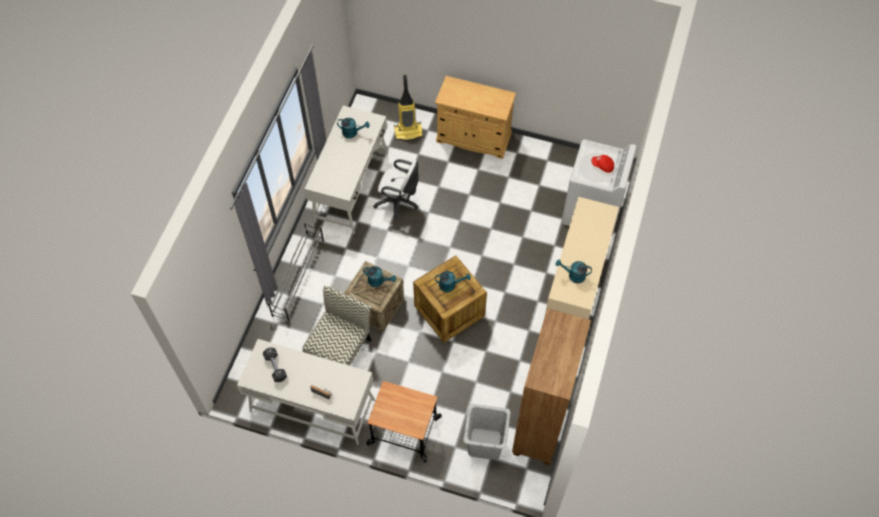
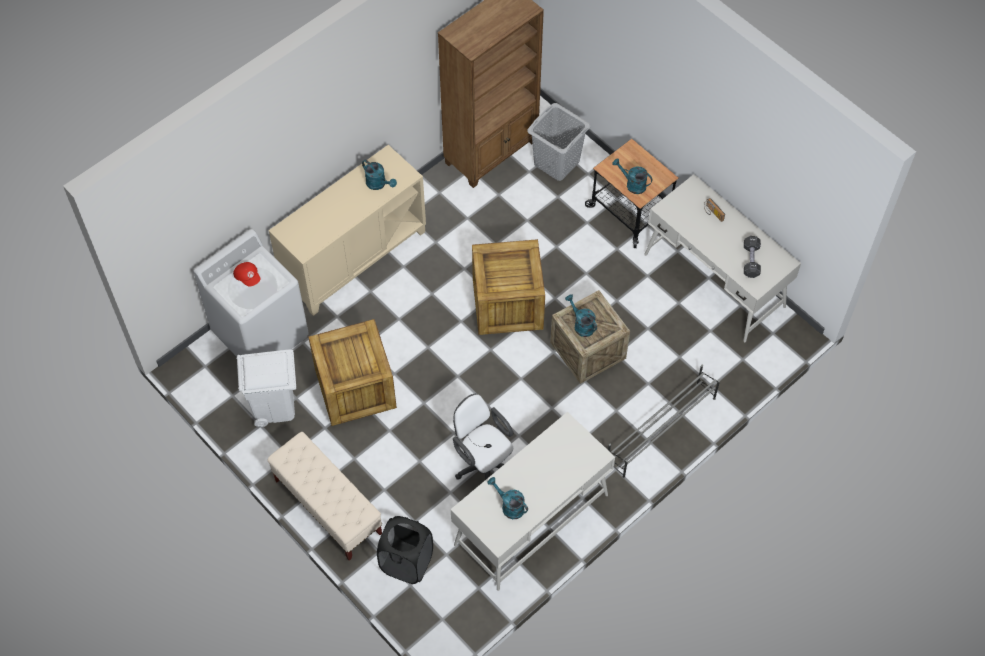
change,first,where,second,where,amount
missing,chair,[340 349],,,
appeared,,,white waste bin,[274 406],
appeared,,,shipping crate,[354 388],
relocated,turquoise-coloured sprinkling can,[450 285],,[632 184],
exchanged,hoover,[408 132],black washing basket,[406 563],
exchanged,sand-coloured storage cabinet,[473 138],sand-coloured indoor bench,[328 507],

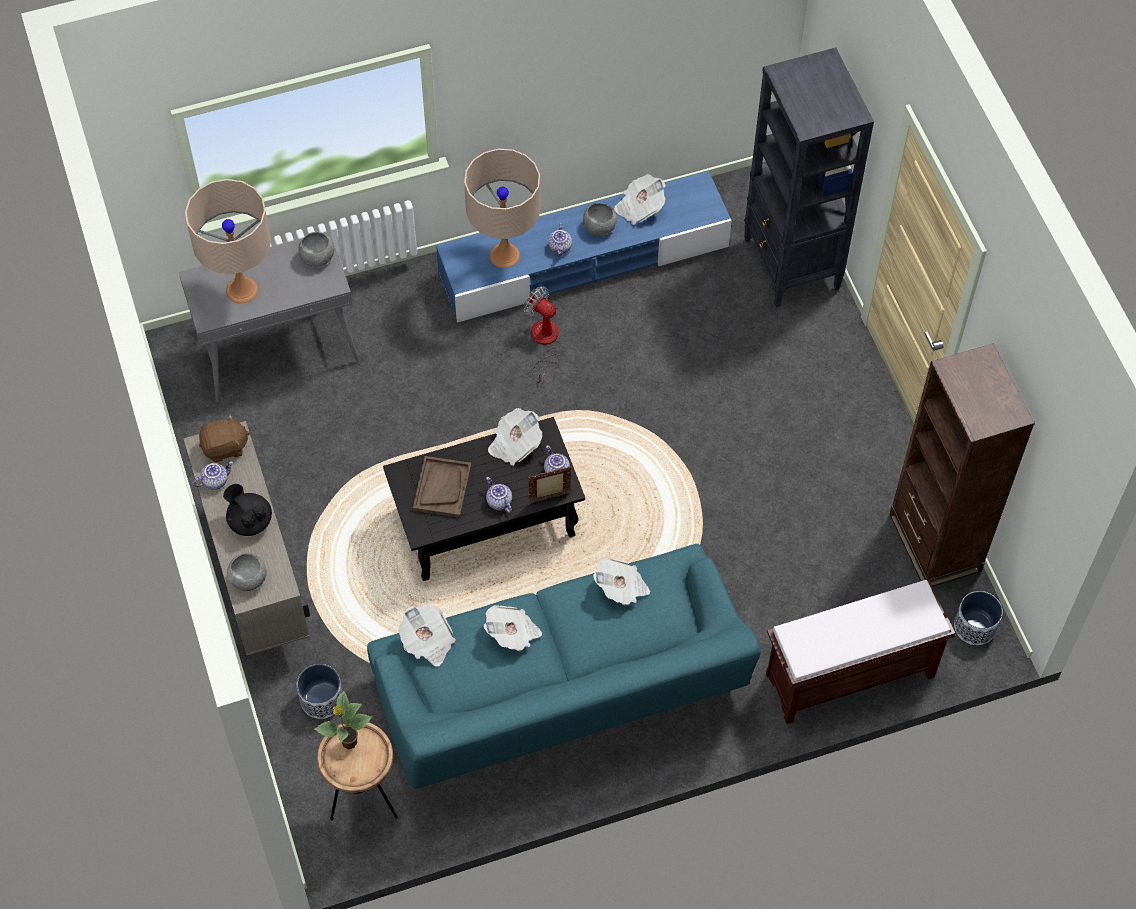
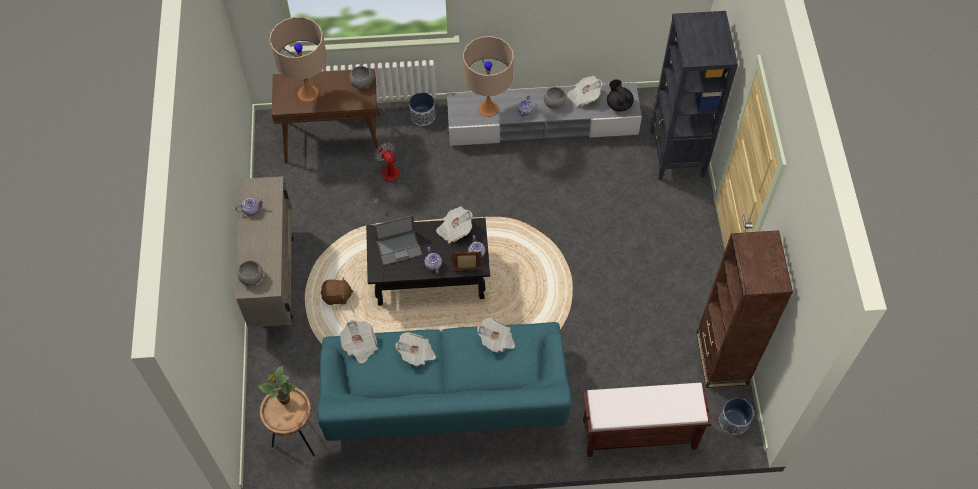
change,first,where,second,where,amount
relocated,brown-coloured soft toy,[225 447],,[337 296],
relocated,black teapot,[250 521],,[619 104],
relocated,plant pot,[321 699],,[422 116],
relocated,cooling fan,[544 342],,[388 179],
exchanged,brown-coloured carrying tray,[442 487],notebook computer,[399 247],
colour,greyish console table,[278 349],brown-coloured console table,[333 138],
colour,bluish media console,[584 260],greyish media console,[542 124],

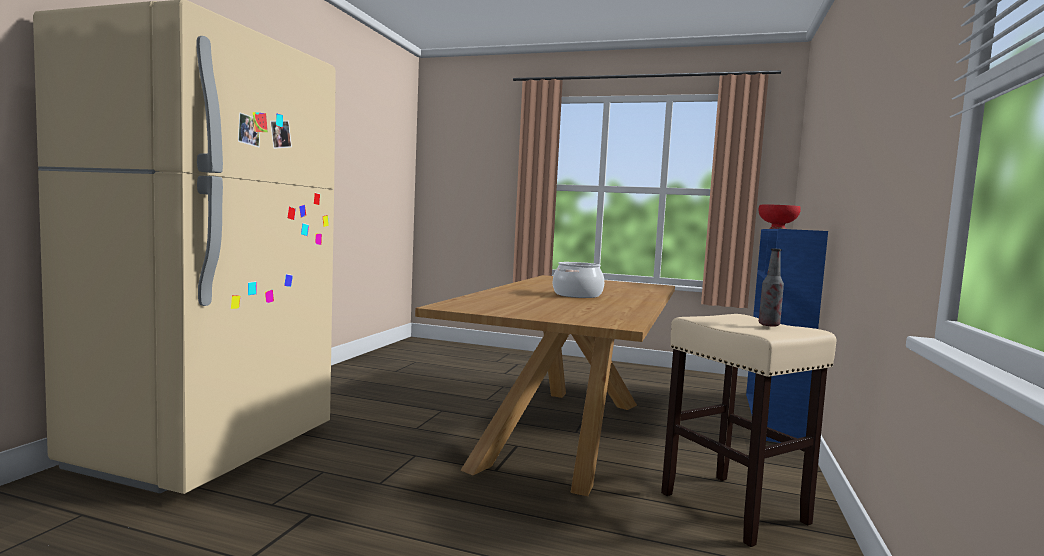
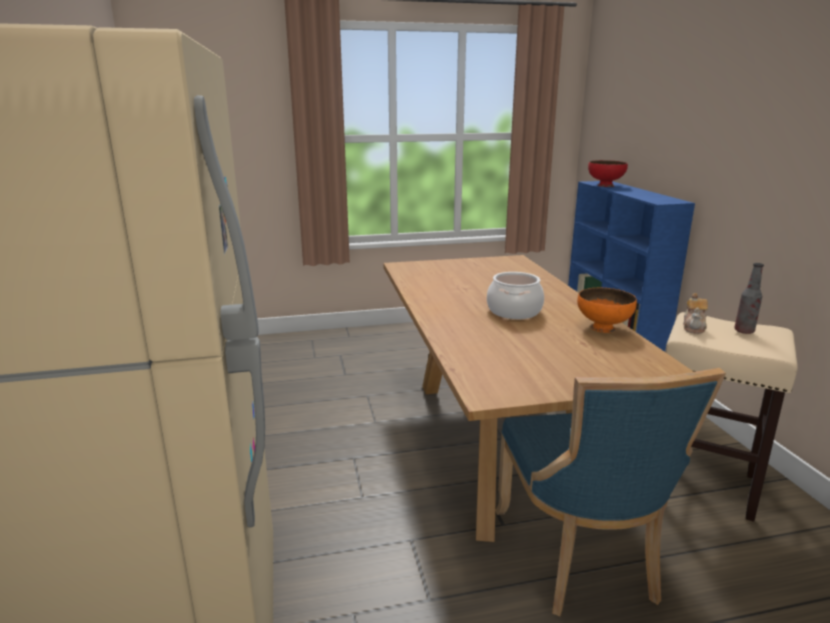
change,first,where,second,where,amount
appeared,,,bluish chair,[580 557],
appeared,,,orangey bowl,[603 328],
appeared,,,teapot,[694 327],

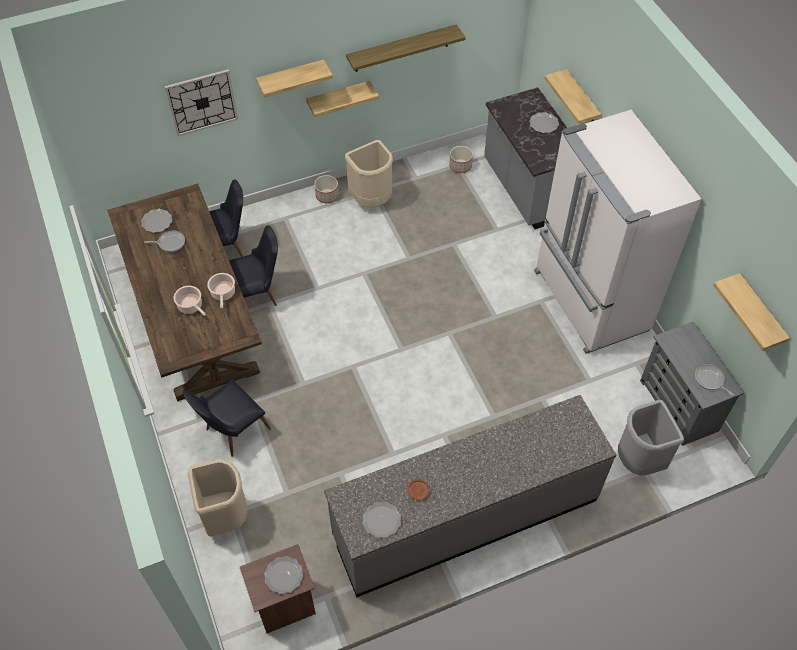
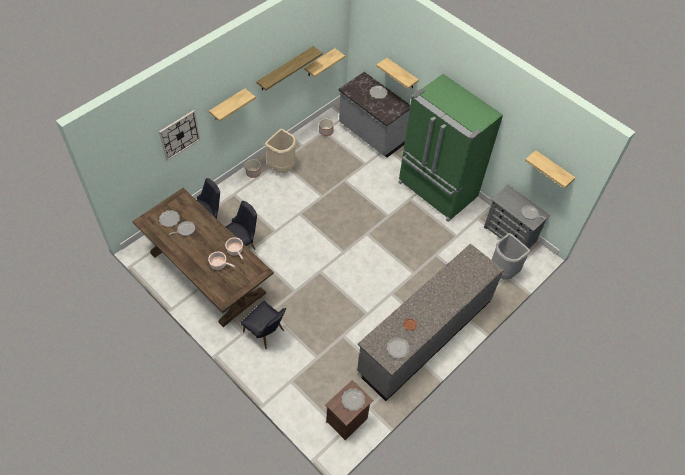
change,first,where,second,where,amount
missing,sand-coloured waste bin,[225 517],,,
relocated,wall shelf,[338 98],,[319 63],
colour,white kitchen fridge,[589 301],greenish kitchen fridge,[436 191],
spun,black chair,[232 431],,[266 333],75 degrees counterclockwise

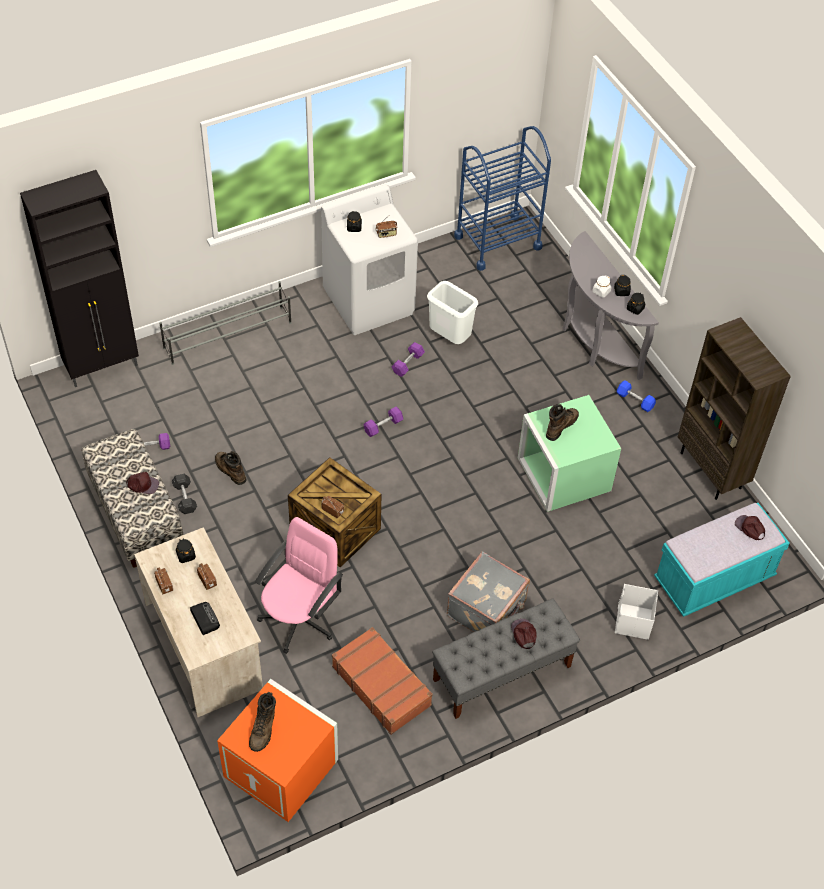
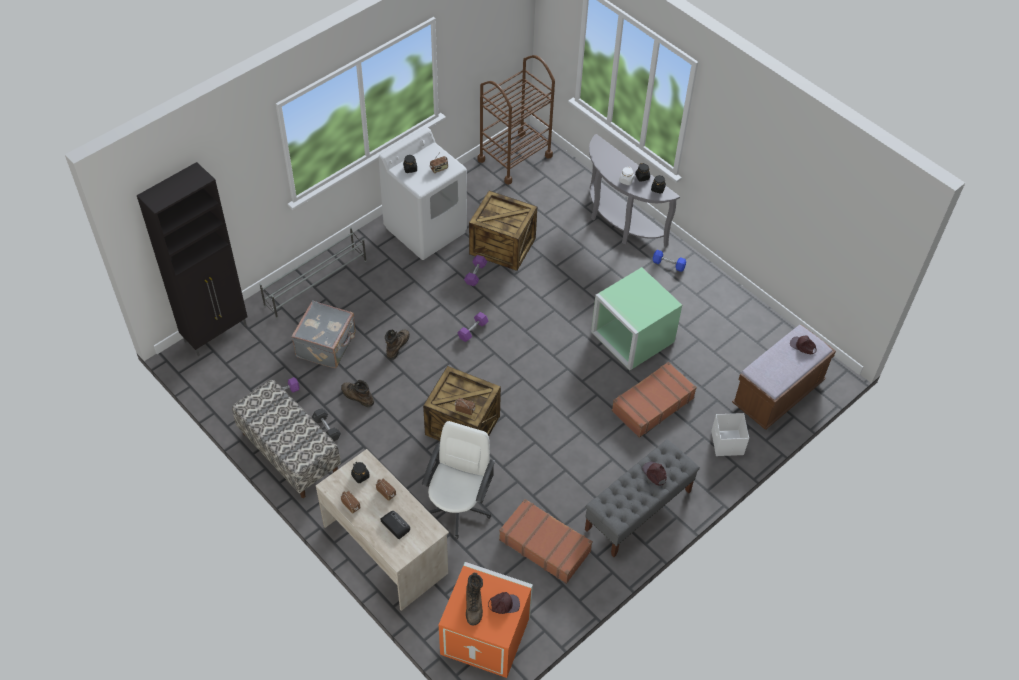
change,first,where,second,where,amount
missing,brown-coloured bookcase,[711 470],,,
appeared,,,brown-coloured suitcase,[652 404],
relocated,brown-coloured cap,[142 484],,[504 604],
relocated,greyish suitcase,[487 609],,[327 345],
relocated,brown-coloured tall boot,[561 426],,[397 346],
exchanged,white waste bin,[450 338],shipping crate,[503 245],
colour,pink-coloured computer chair,[299 619],white computer chair,[458 507],
colour,bluish cart,[497 242],brown-coloured cart,[514 158],
colour,turquoise-coloured indoor bench,[713 579],brown-coloured indoor bench,[777 394],

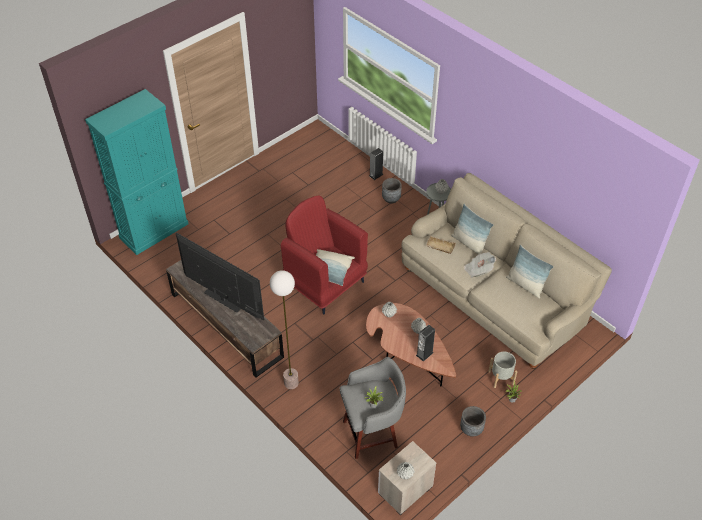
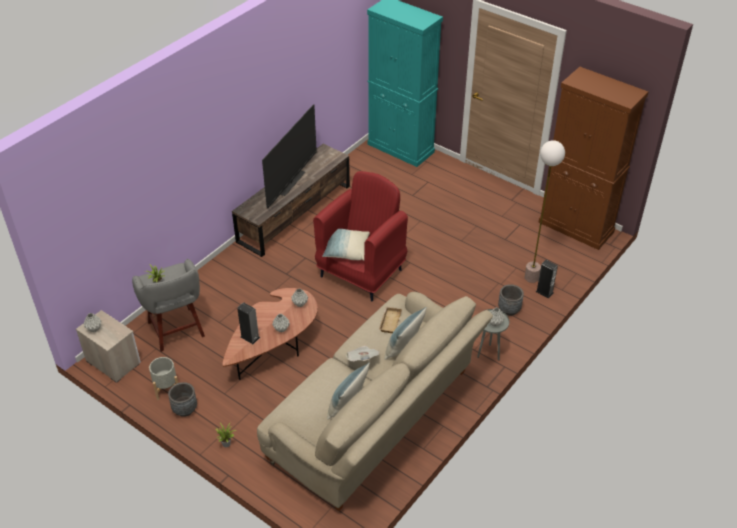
change,first,where,second,where,amount
appeared,,,brown-coloured storage cabinet,[576 227],
relocated,standard lamp,[291 383],,[531 277],
relocated,greyish plant pot,[501 377],,[166 388],

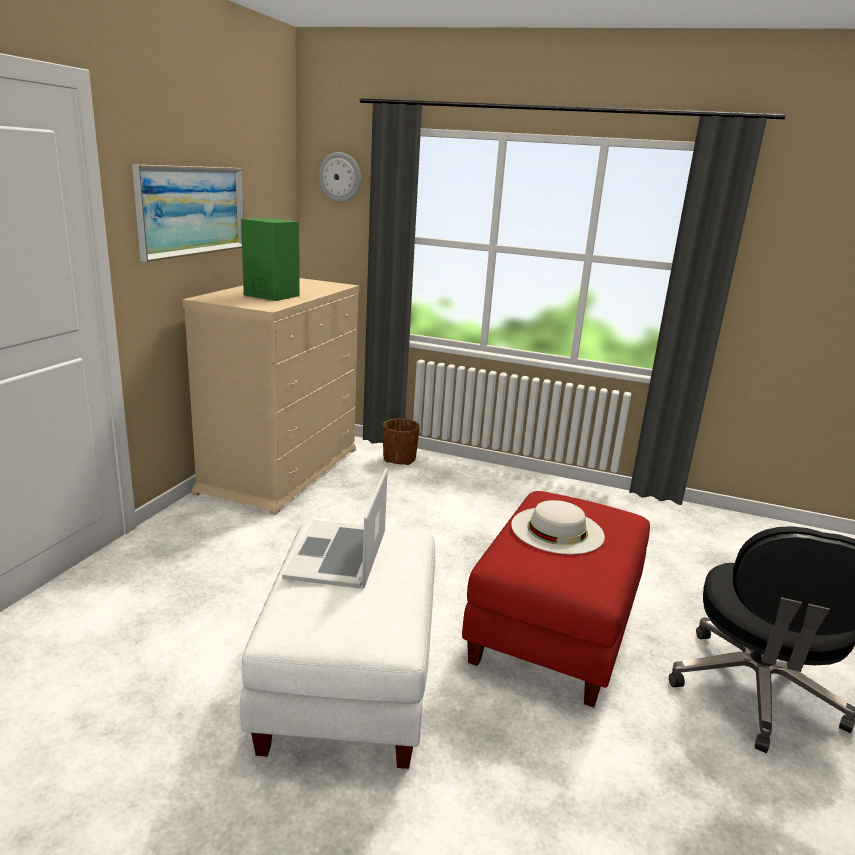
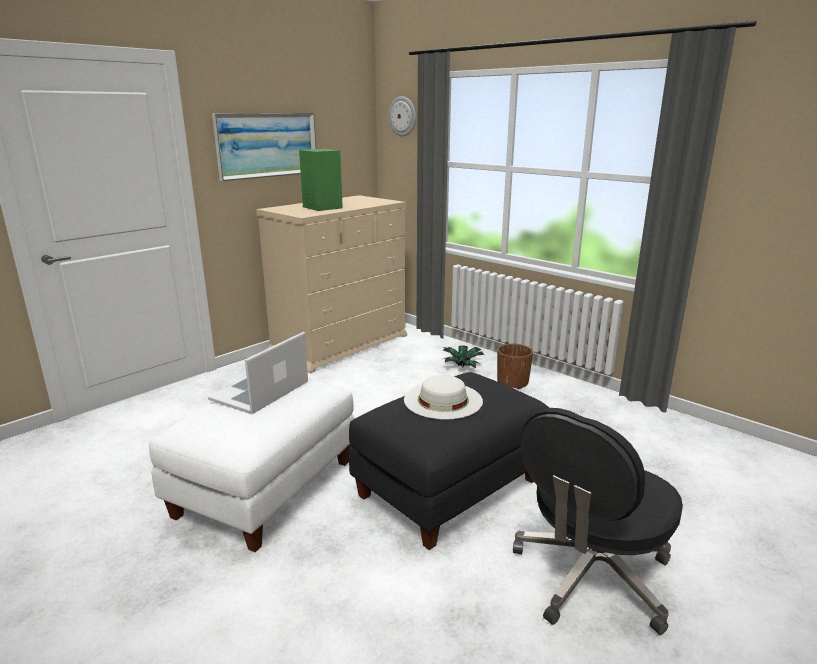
change,first,where,second,where,amount
appeared,,,potted plant,[462 366],
relocated,brown-coloured plant pot,[399 459],,[513 382],
colour,reddish footrest,[553 628],black footrest,[449 486],

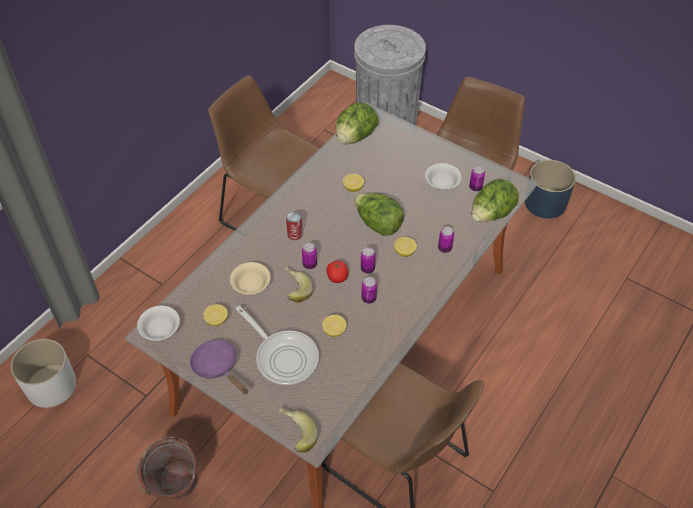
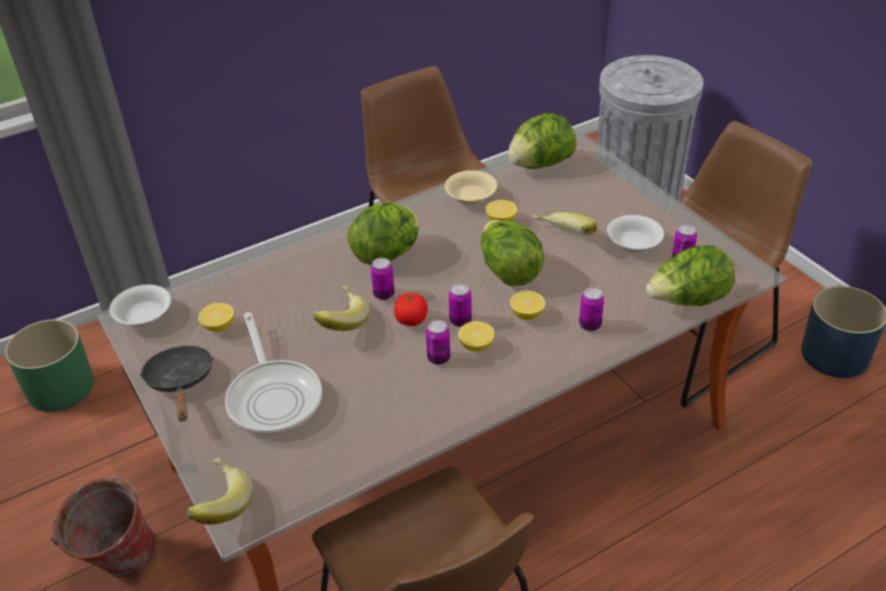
change,first,where,second,where,amount
appeared,,,whole banana,[563 238],
relocated,sand-coloured bowl,[251 284],,[471 197],
relocated,citrus fruit,[334 331],,[476 346],
exchanged,sealed can,[294 234],lettuce head,[387 254],
colour,white plant pot,[51 385],greenish plant pot,[61 387],
colour,purple-coloured pan,[218 367],black pan,[181 382],

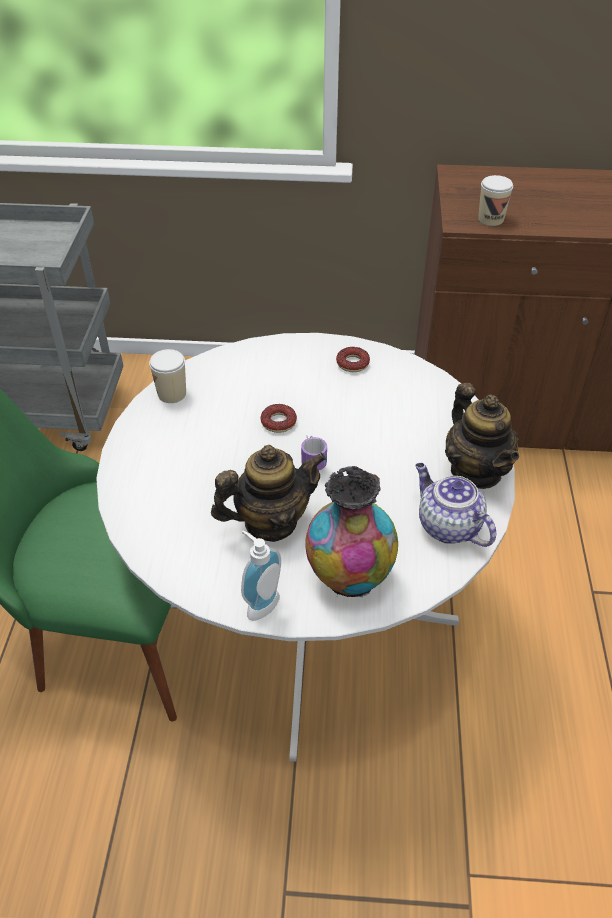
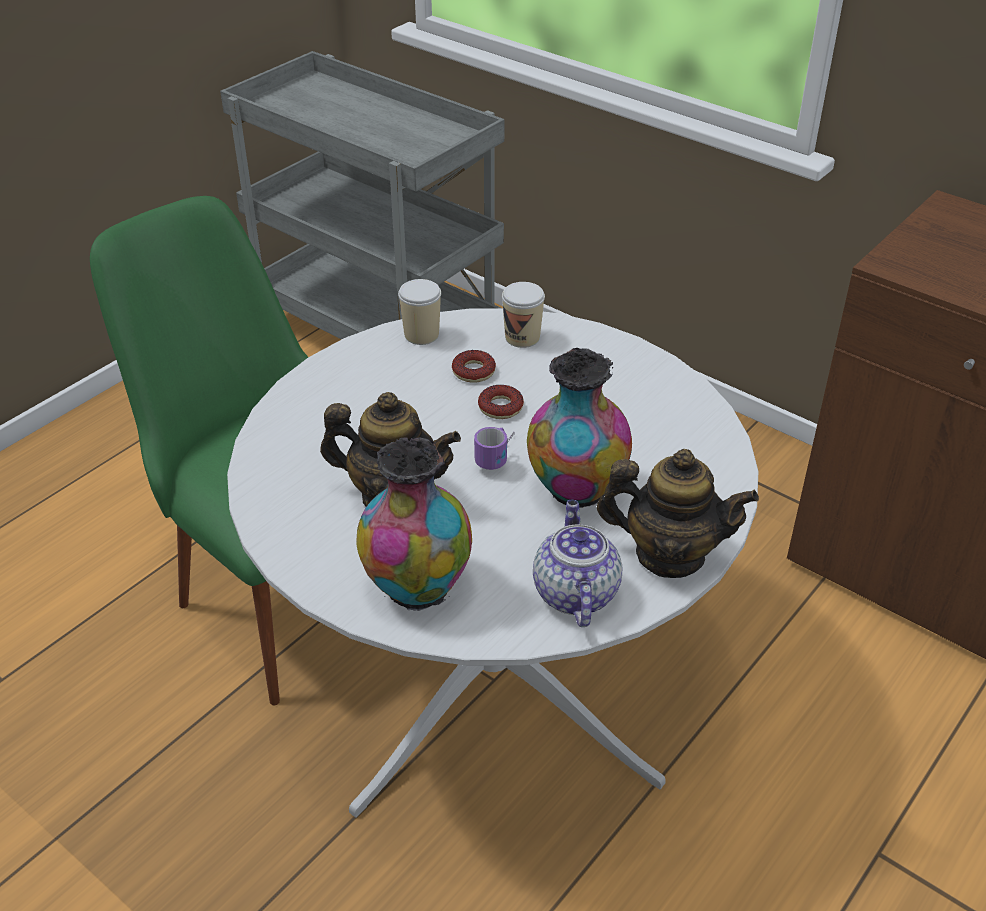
change,first,where,second,where,amount
missing,soap bottle,[259 603],,,
appeared,,,decorative vase,[575 490],
relocated,ring doughnut,[352 363],,[473 371],
relocated,drinking cup,[491 219],,[522 337],
spun,teapot,[476 471],,[669 555],90 degrees counterclockwise

